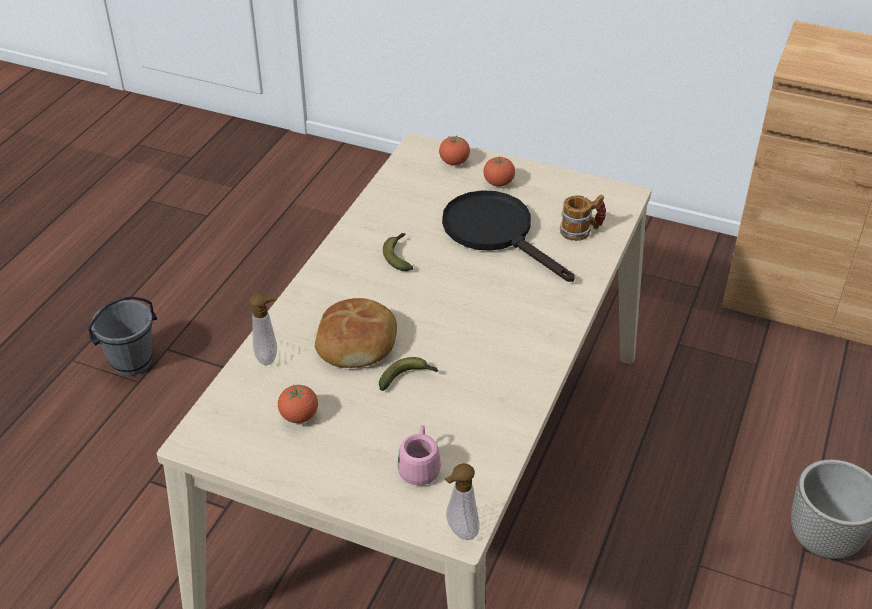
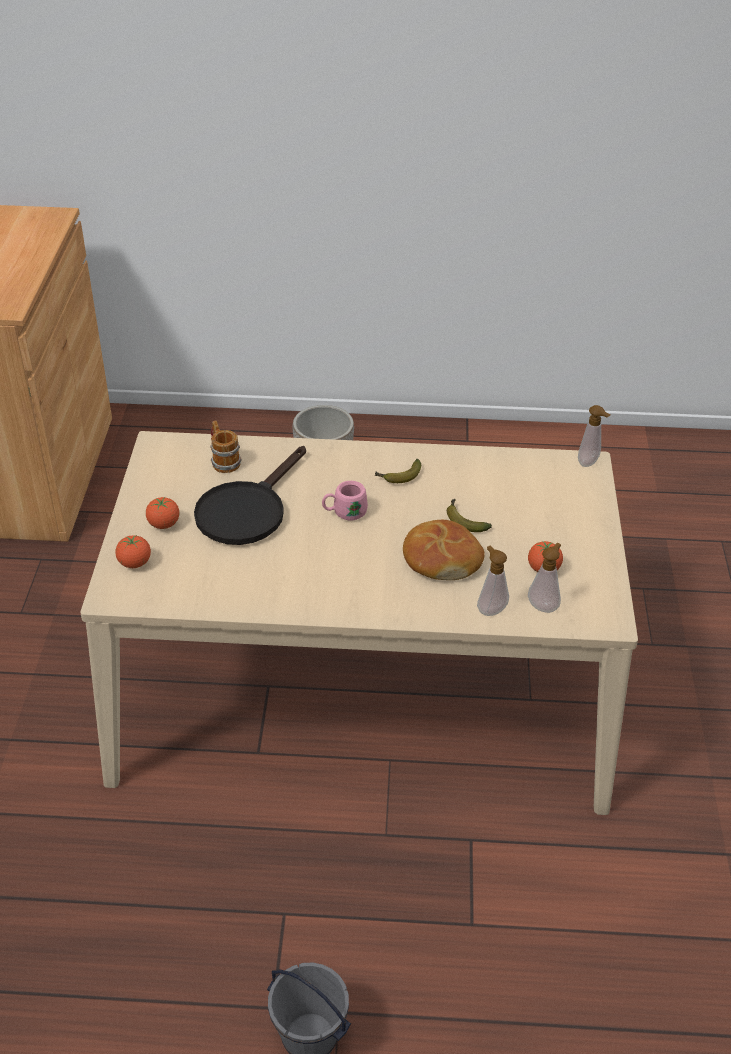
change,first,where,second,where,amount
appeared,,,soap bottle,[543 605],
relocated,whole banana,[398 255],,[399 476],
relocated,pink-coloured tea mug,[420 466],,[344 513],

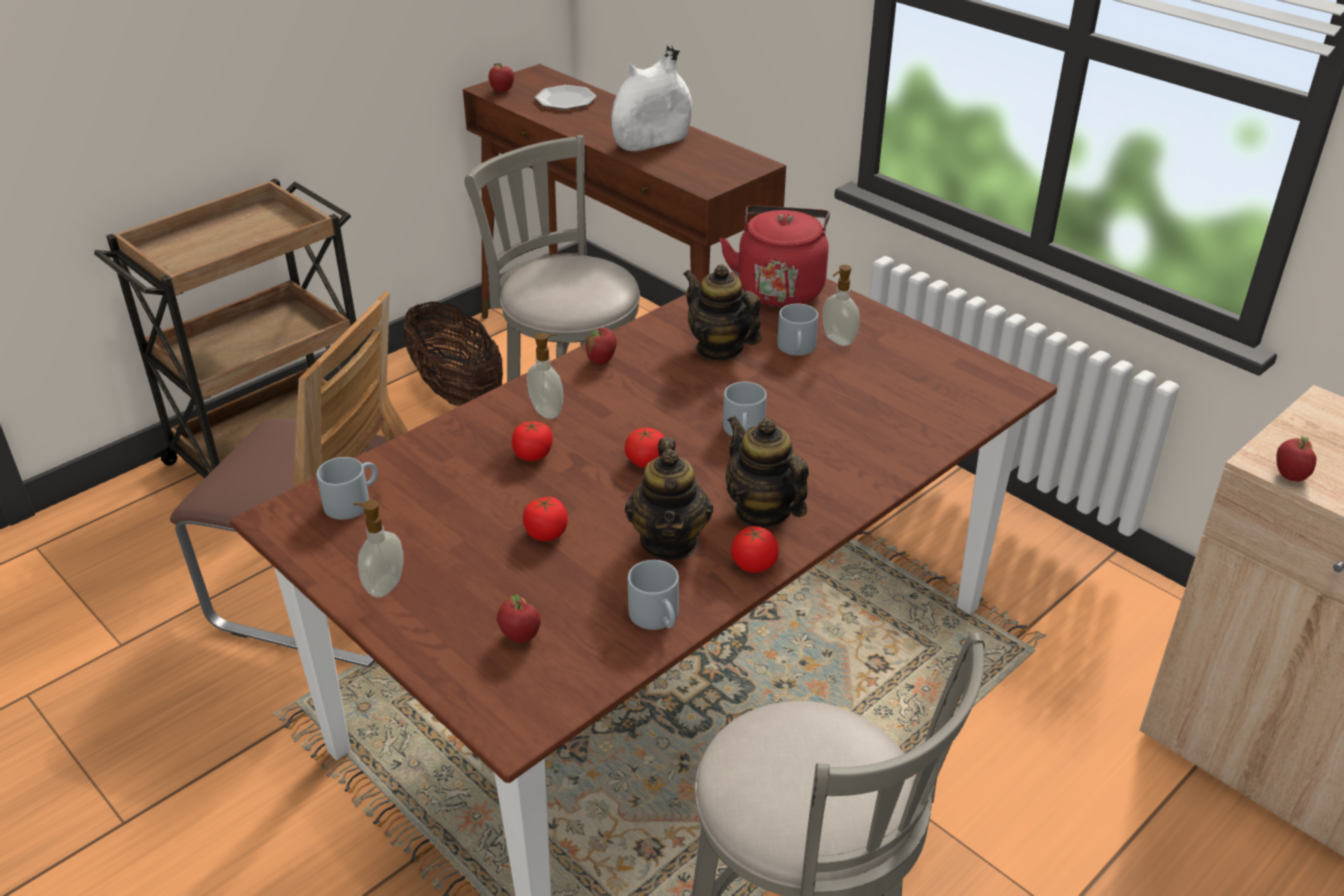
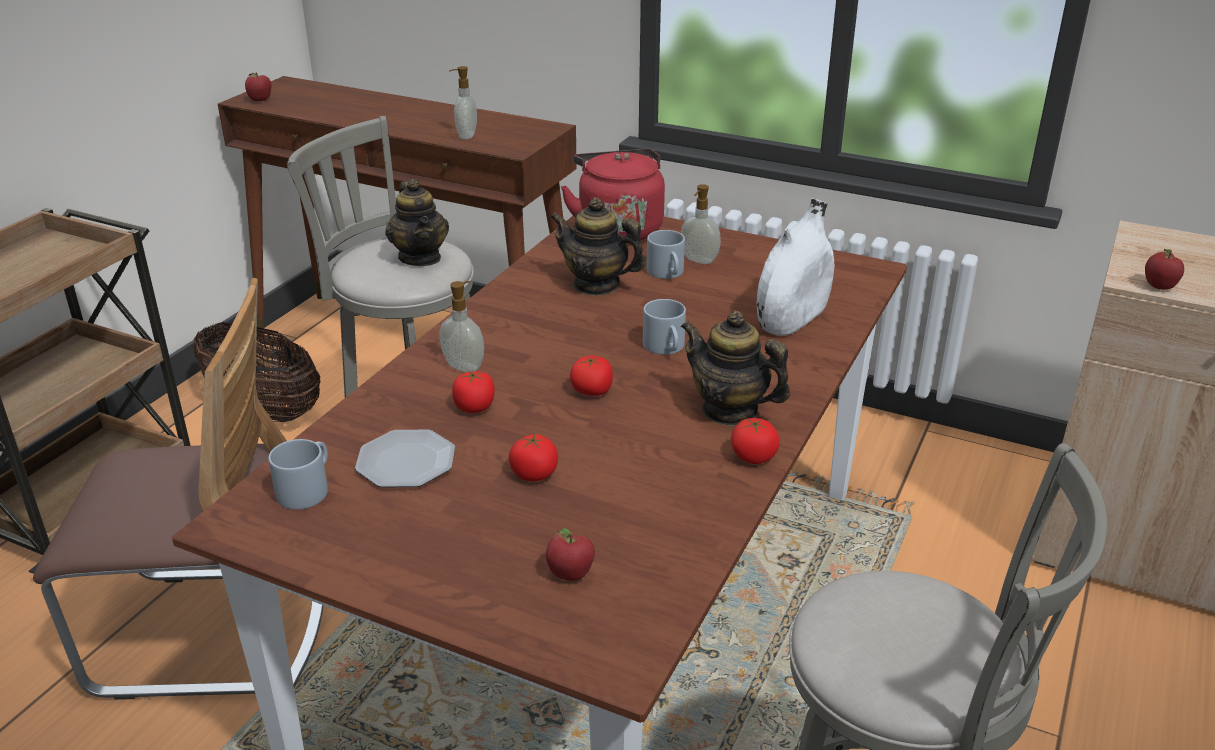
change,first,where,second,where,amount
missing,apple,[602 361],,,
missing,greyish tea mug,[658 618],,,
relocated,soap bottle,[383 585],,[465 135],
relocated,dinner plate,[566 100],,[407 462],
relocated,white decorative vase,[652 141],,[792 317],
relocated,teapot,[670 541],,[420 258],

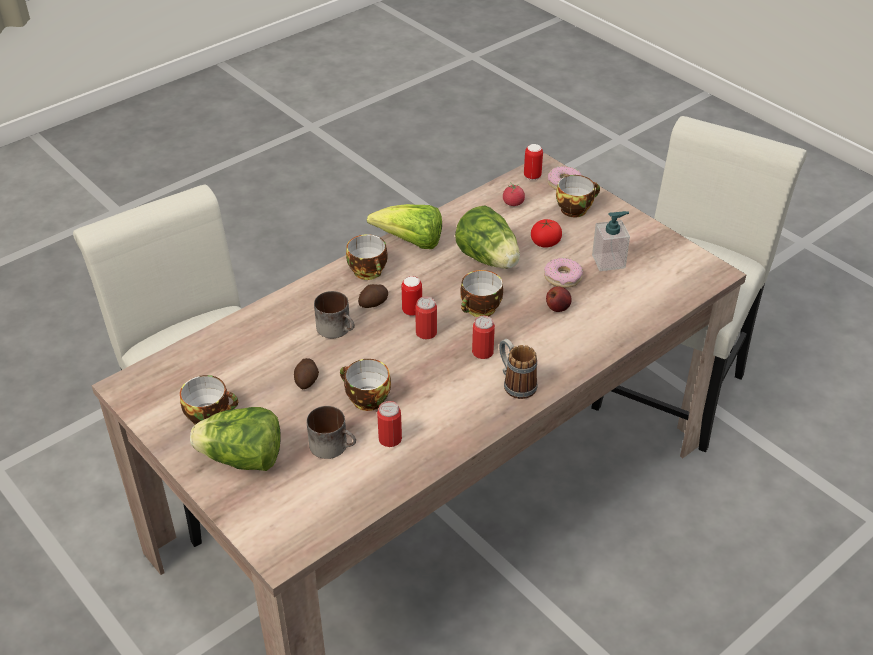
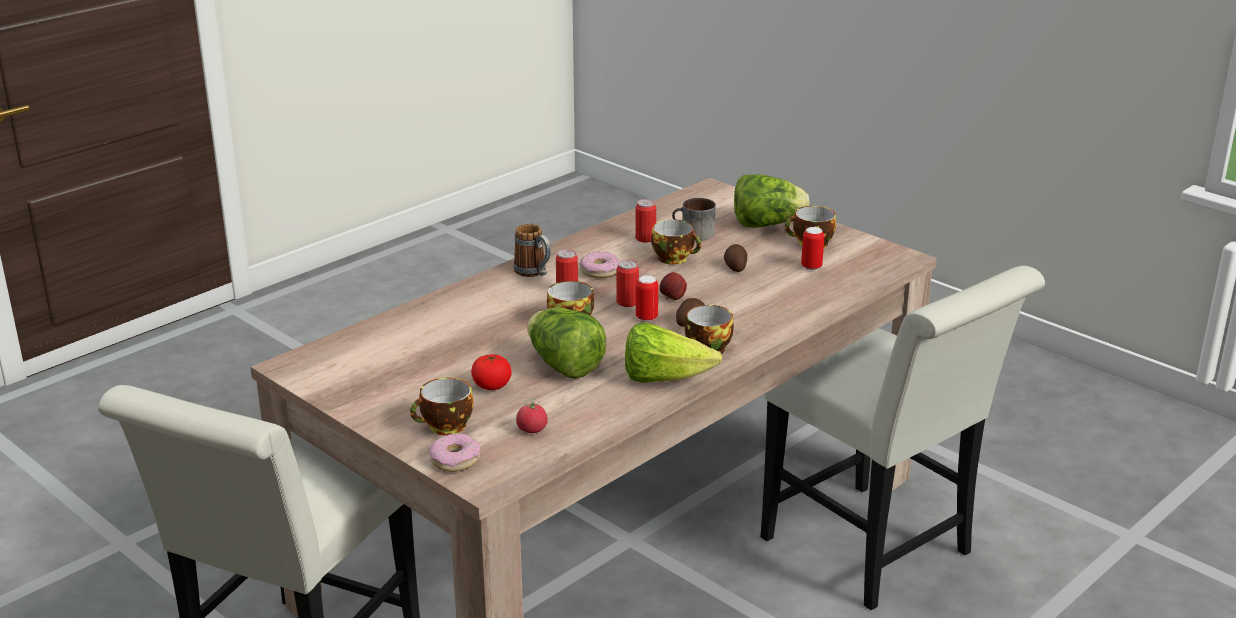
change,first,where,second,where,amount
missing,tea mug,[338 328],,,
missing,soap bottle,[608 261],,,
relocated,sealed can,[532 176],,[811 267],
relocated,ring doughnut,[562 277],,[600 271],
relocated,apple,[557 308],,[672 298],

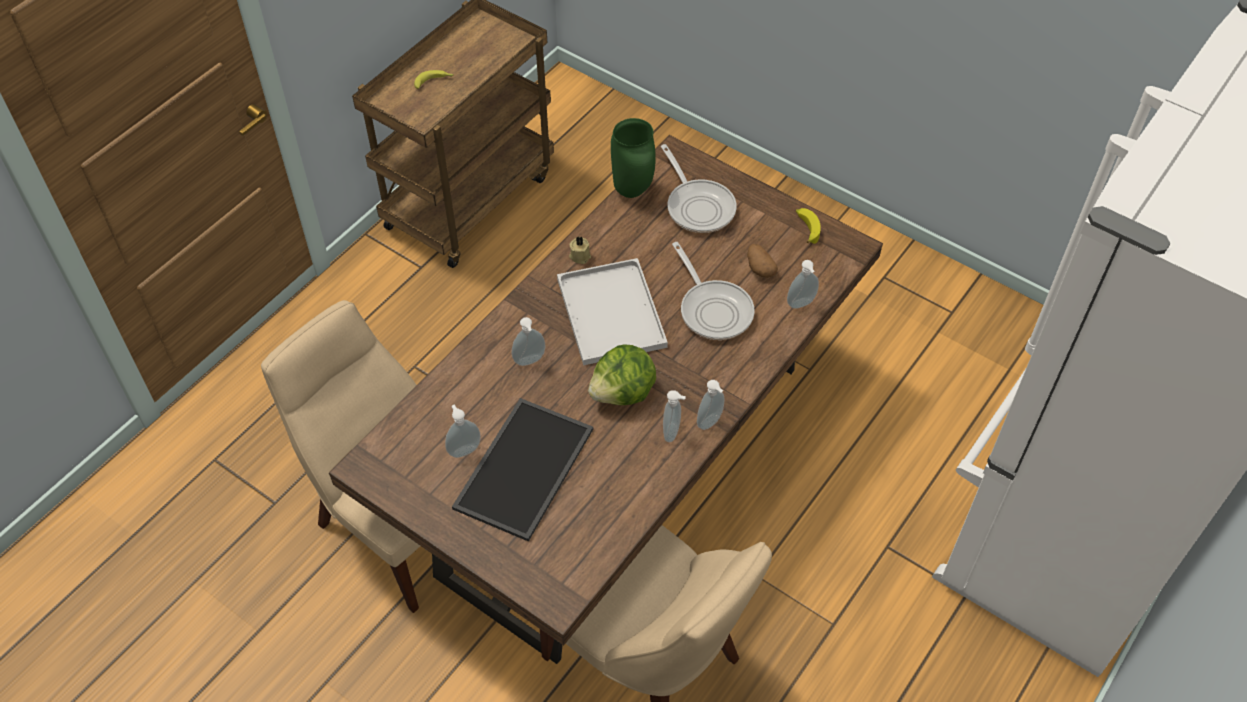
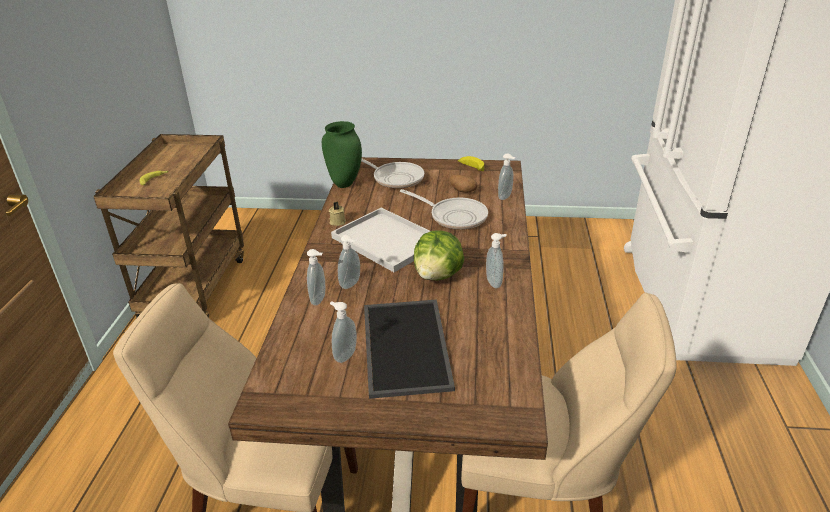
change,first,where,second,where,amount
relocated,soap bottle,[711 423],,[319 300],

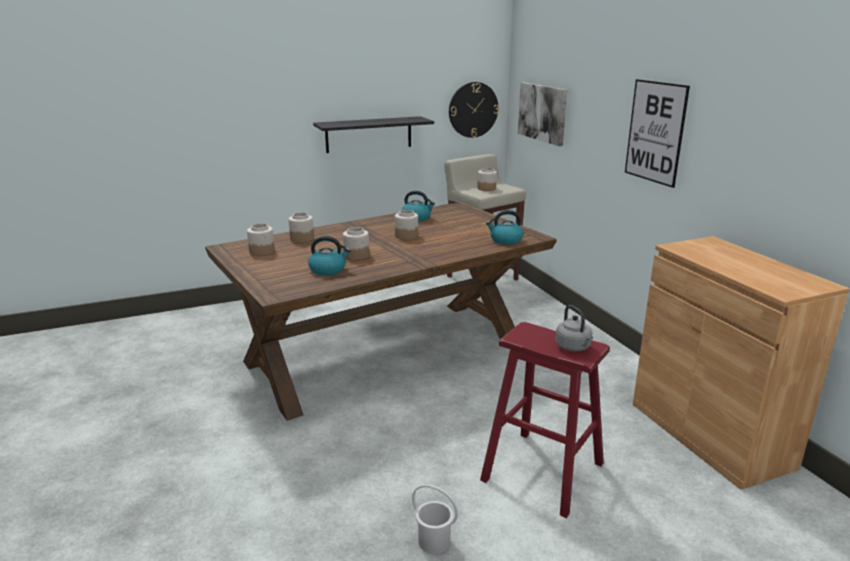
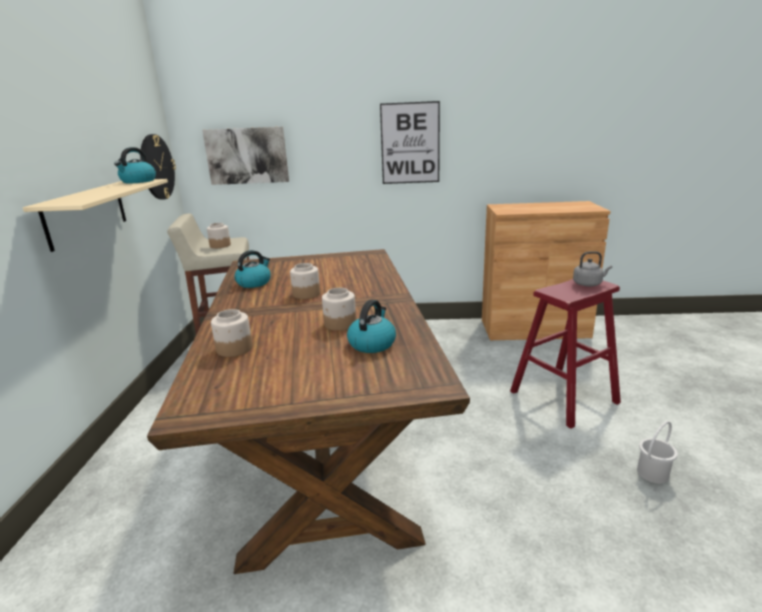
change,first,where,second,where,amount
missing,storage jar,[262 251],,,
relocated,tea kettle,[505 240],,[138 181],
colour,black wall shelf,[369 134],sand-coloured wall shelf,[86 213],

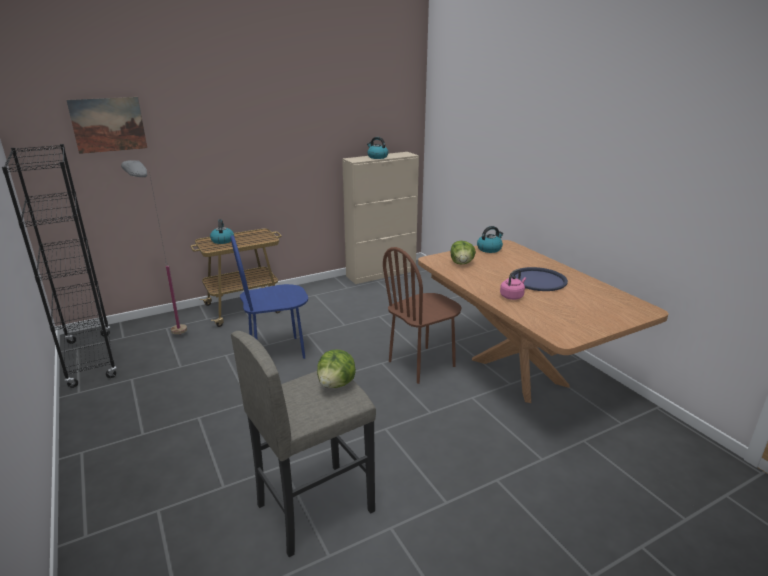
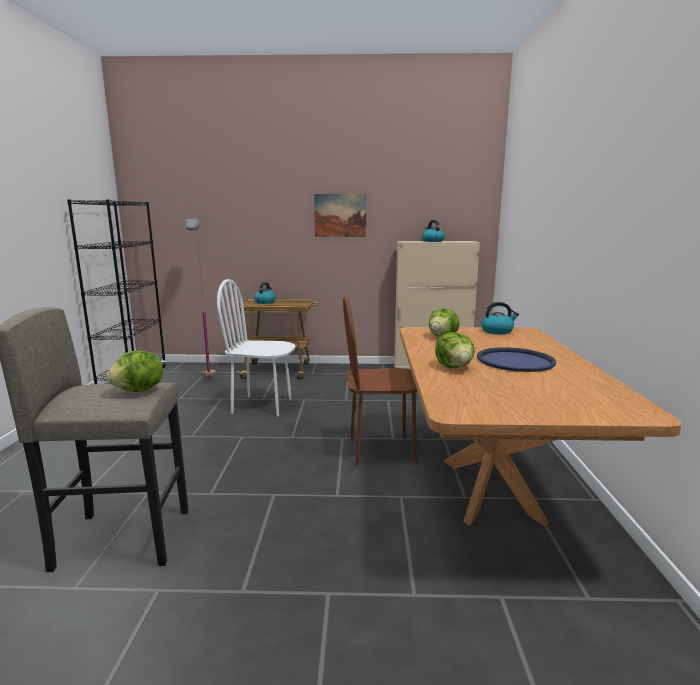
change,first,where,second,where,amount
relocated,picture,[108 125],,[340 215],
exchanged,pink-coloured tea kettle,[512 296],lettuce head,[454 367],
colour,bluish chair,[277 352],white chair,[262 406],

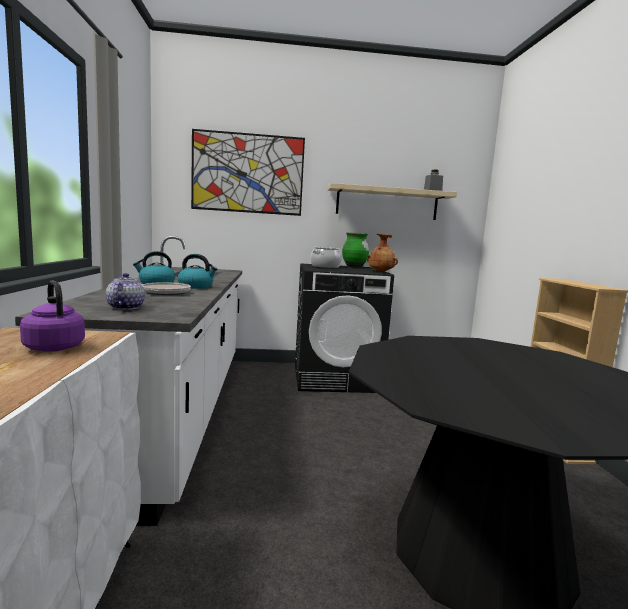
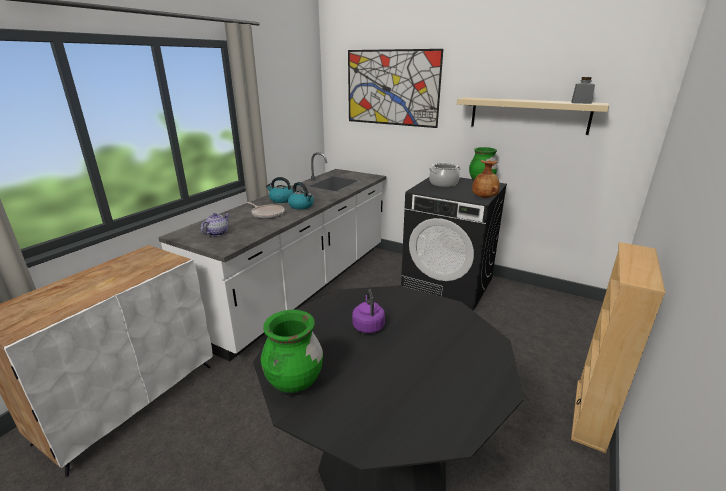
change,first,where,second,where,amount
appeared,,,greenish decorative vase,[295 383],
relocated,purple-coloured tea kettle,[53 347],,[368 325],

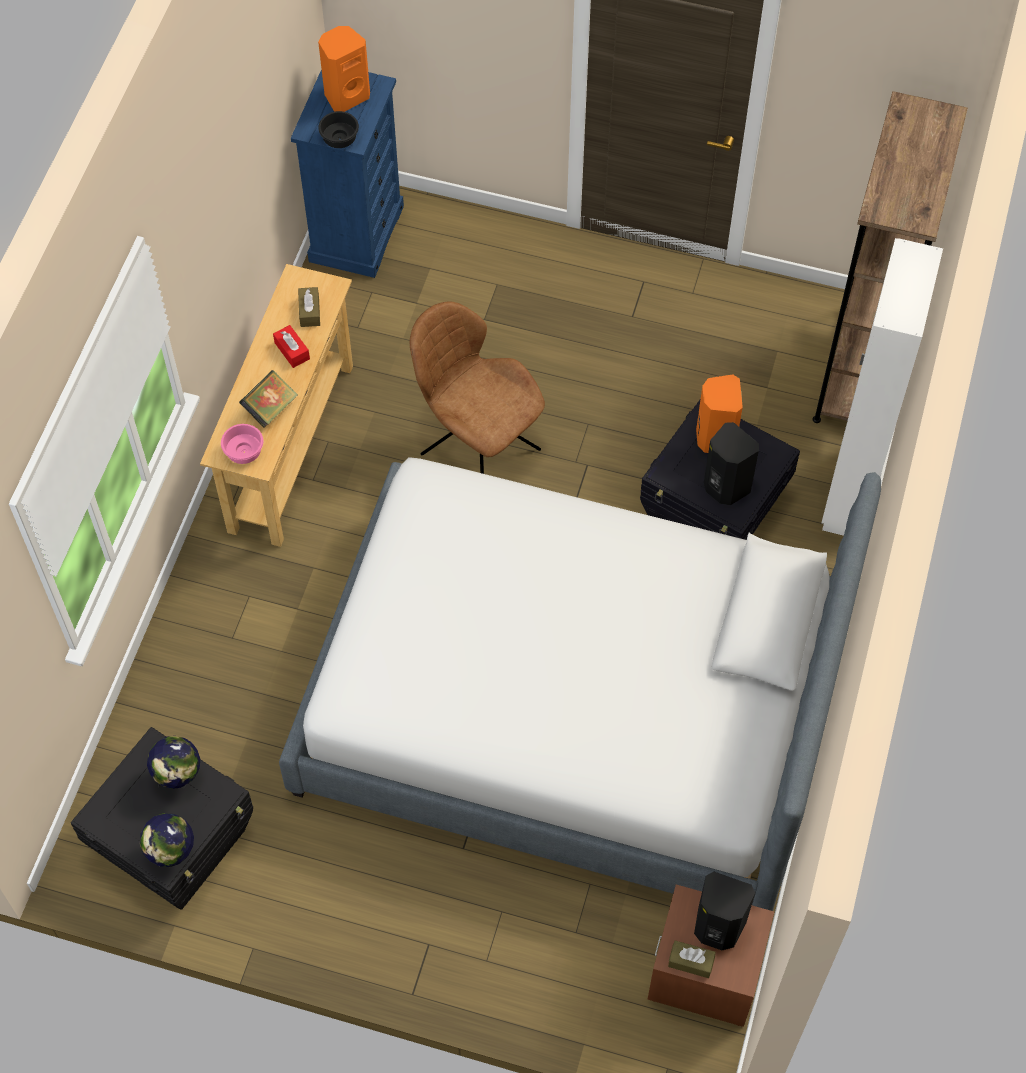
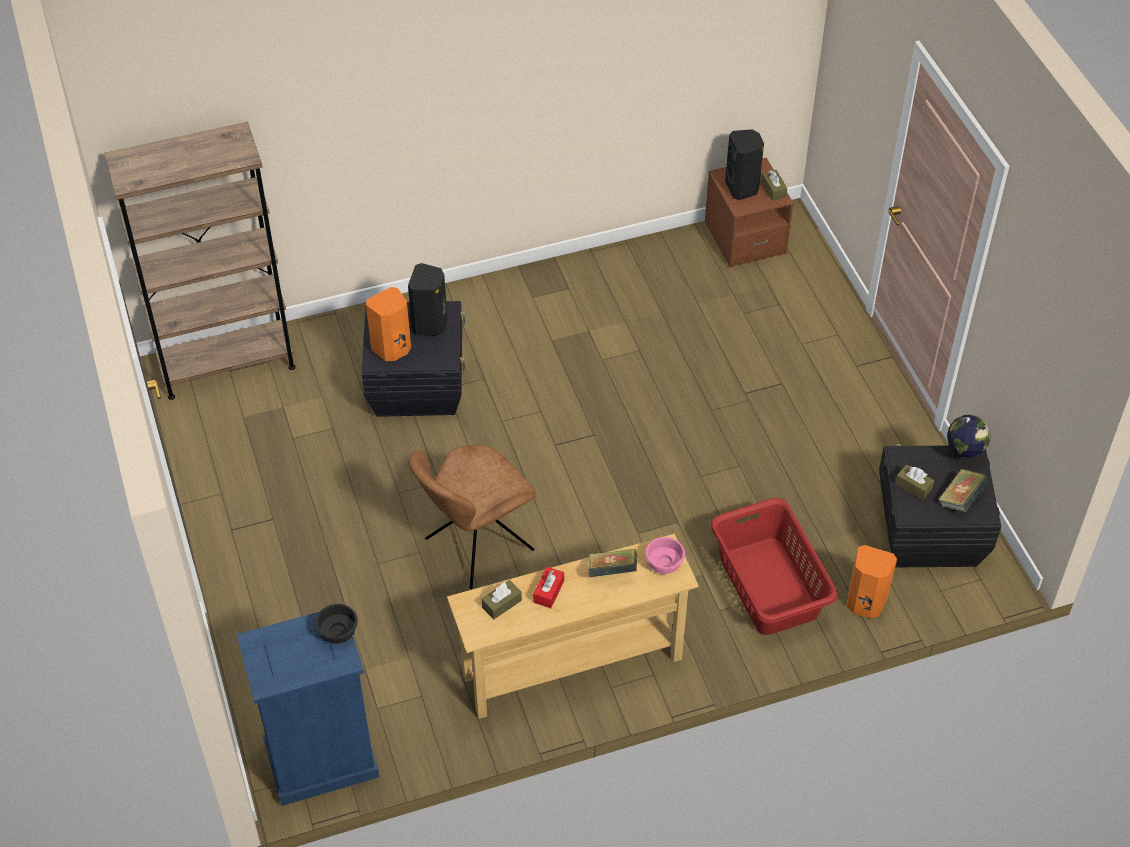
change,first,where,second,where,amount
missing,sleeping bed,[571 708],,,
missing,white armoire,[850 494],,,
appeared,,,reddish washing basket,[768 587],
appeared,,,book,[961 499],
relocated,orangey speaker,[346 96],,[865 603],
exchanged,globe,[179 778],brown-coloured box of tissues,[913 486],
spun,brown-coloured chair,[477 449],,[475 546],45 degrees clockwise

